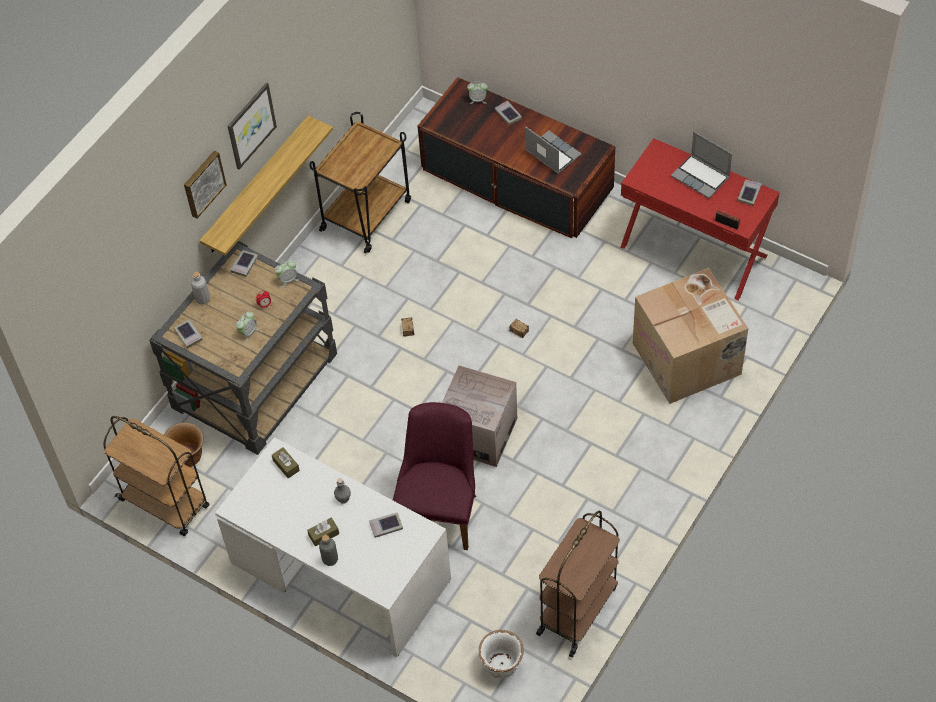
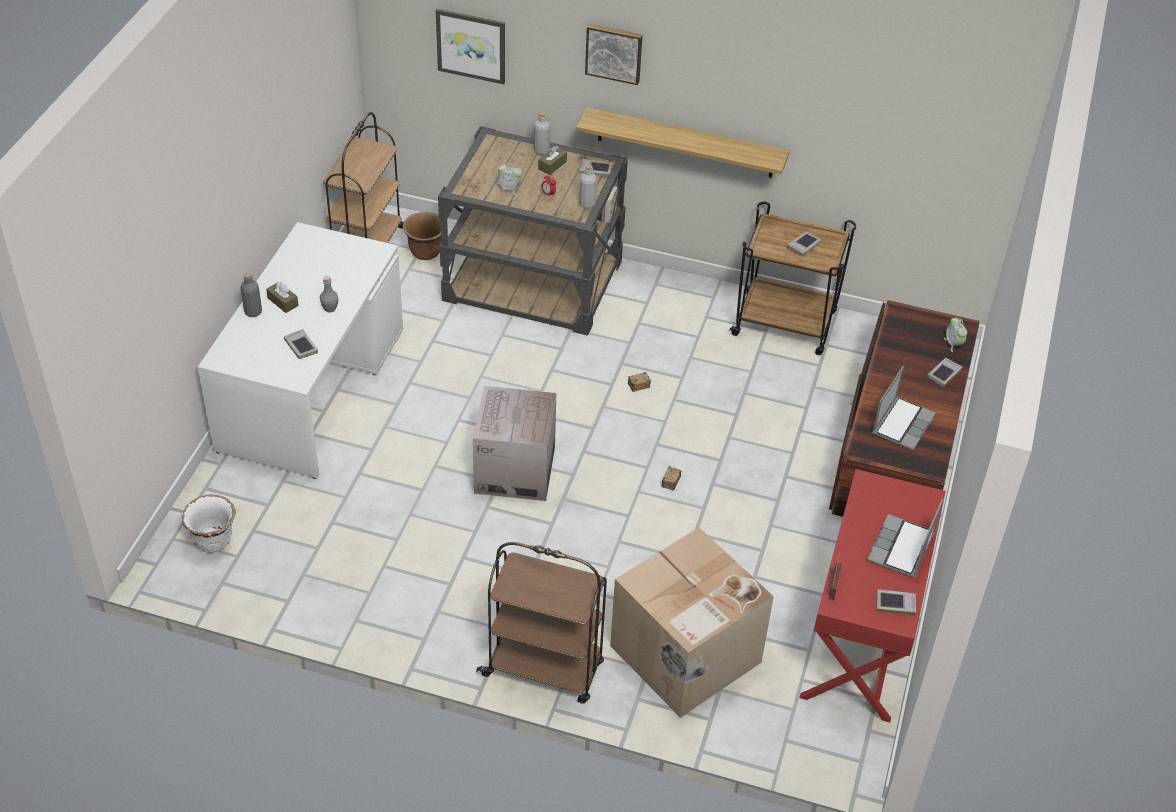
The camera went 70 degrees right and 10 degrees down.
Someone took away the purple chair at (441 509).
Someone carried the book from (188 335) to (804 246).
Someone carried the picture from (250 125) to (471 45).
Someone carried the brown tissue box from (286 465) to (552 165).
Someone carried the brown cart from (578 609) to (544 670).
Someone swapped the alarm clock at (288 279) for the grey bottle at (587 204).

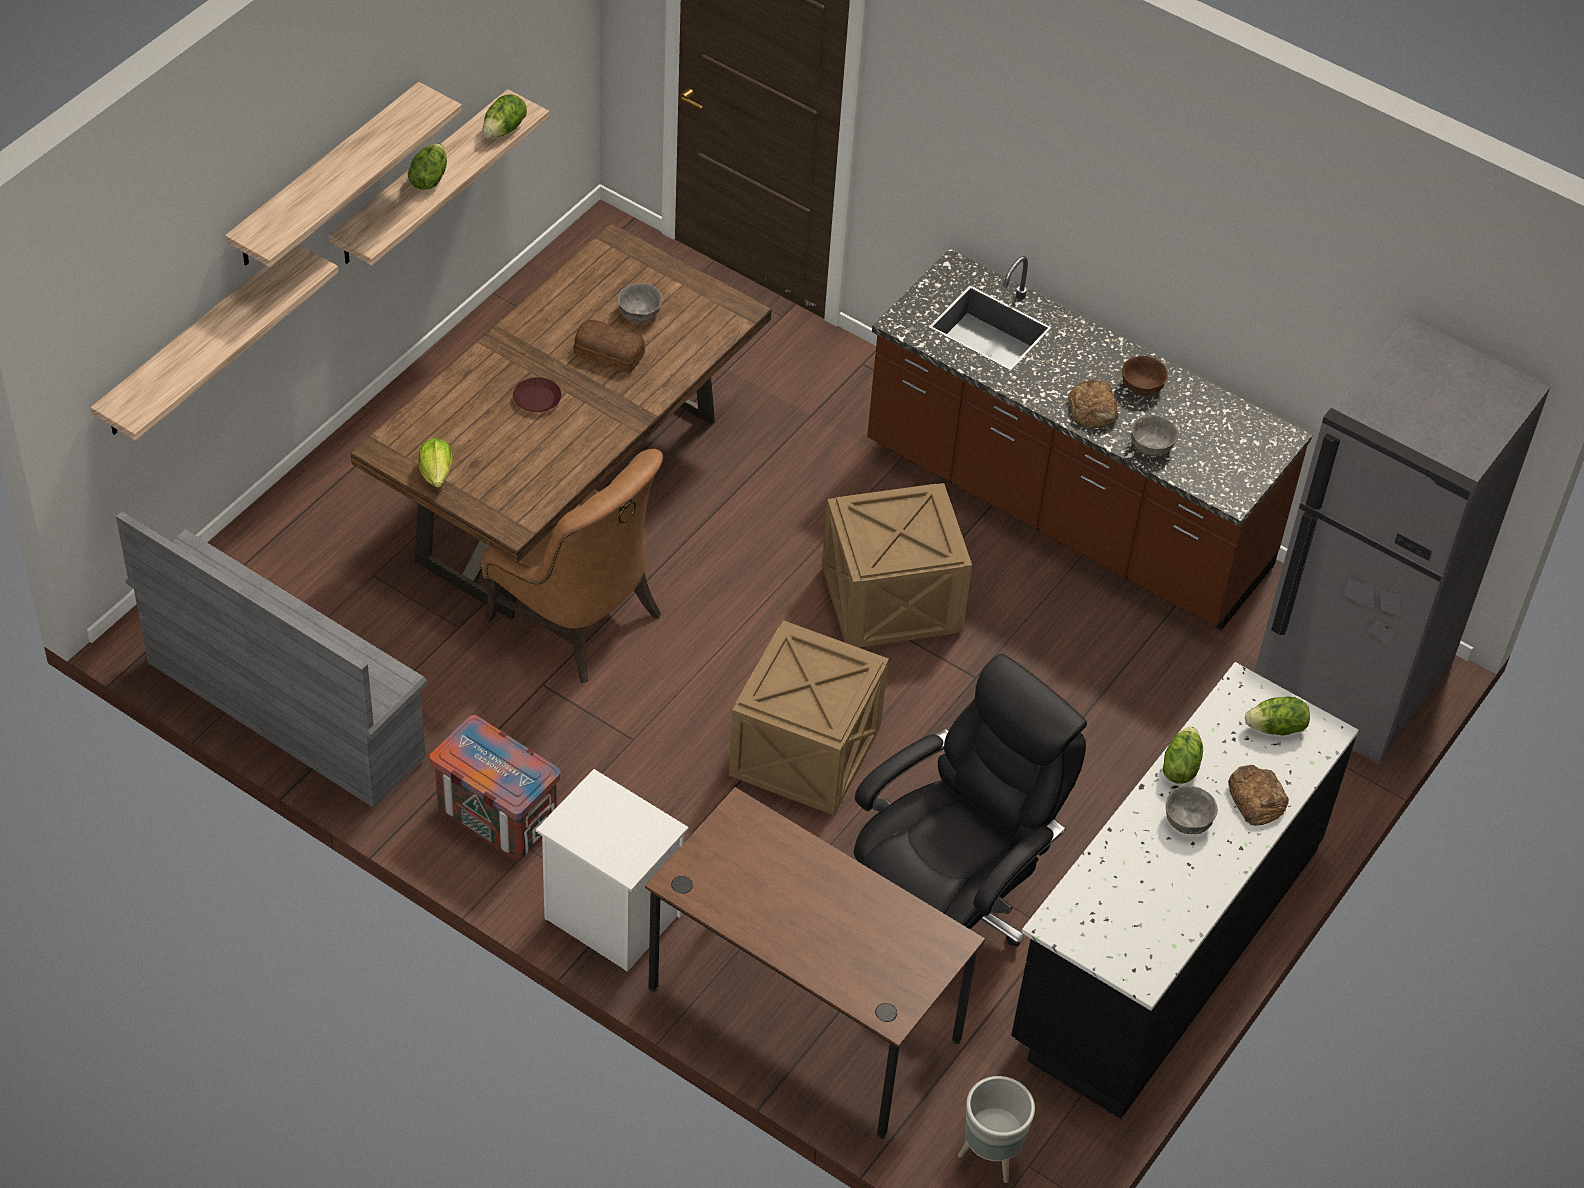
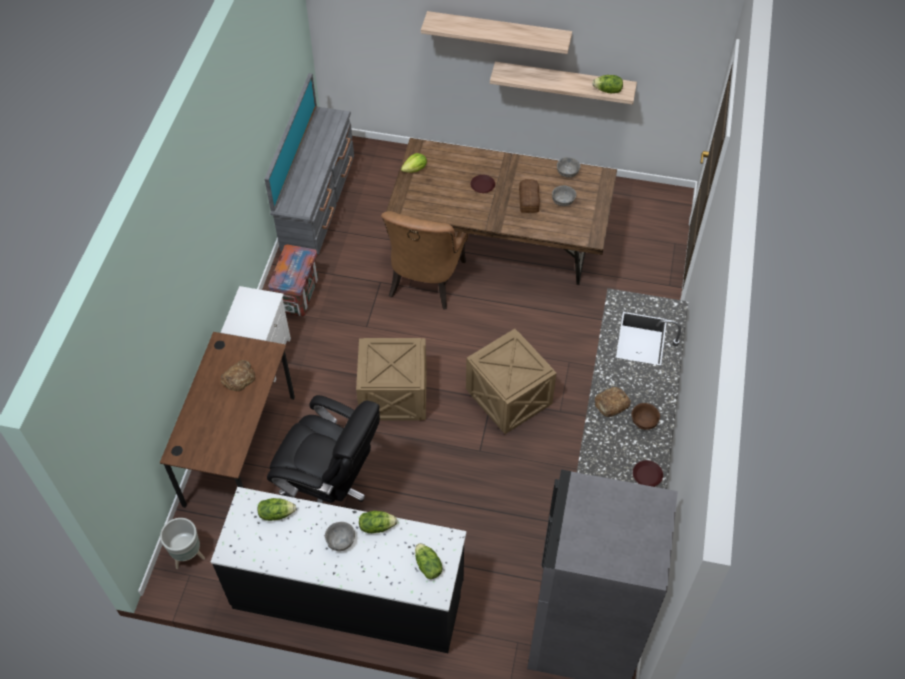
The camera went 70 degrees right and 5 degrees up.
Someone took away the shelf at (198 341).
Someone put down the brown plate at (647 475).
Someone carried the lettuce from (428 178) to (276 513).
Someone carried the grey bowl from (1151 447) to (567 173).
Someone carried the bread from (1256 799) to (239 378).

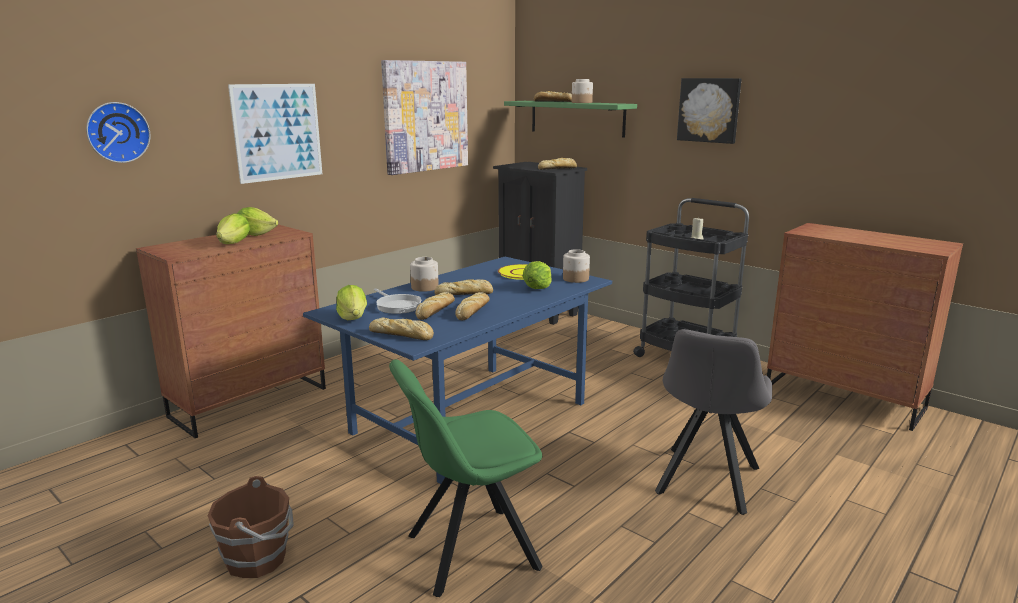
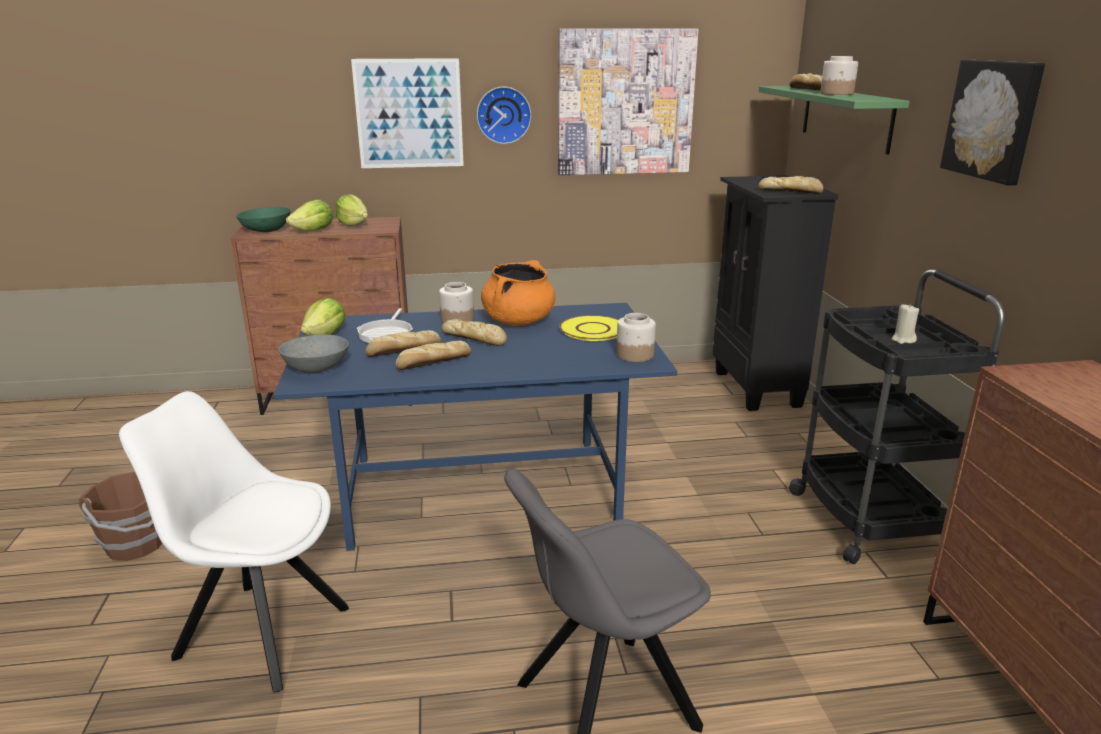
The camera went 40 degrees right and 5 degrees up.
Someone took away the lettuce at (537 288).
Someone put down the green bowl at (267 230).
Someone put down the orange cooking pot at (518 321).
Someone carried the wall clock from (117 132) to (503 115).
Someone swapped the bread at (402 335) for the grey bowl at (317 368).
Someone repainted the green chair at (471 551), which became the white chair at (261 633).

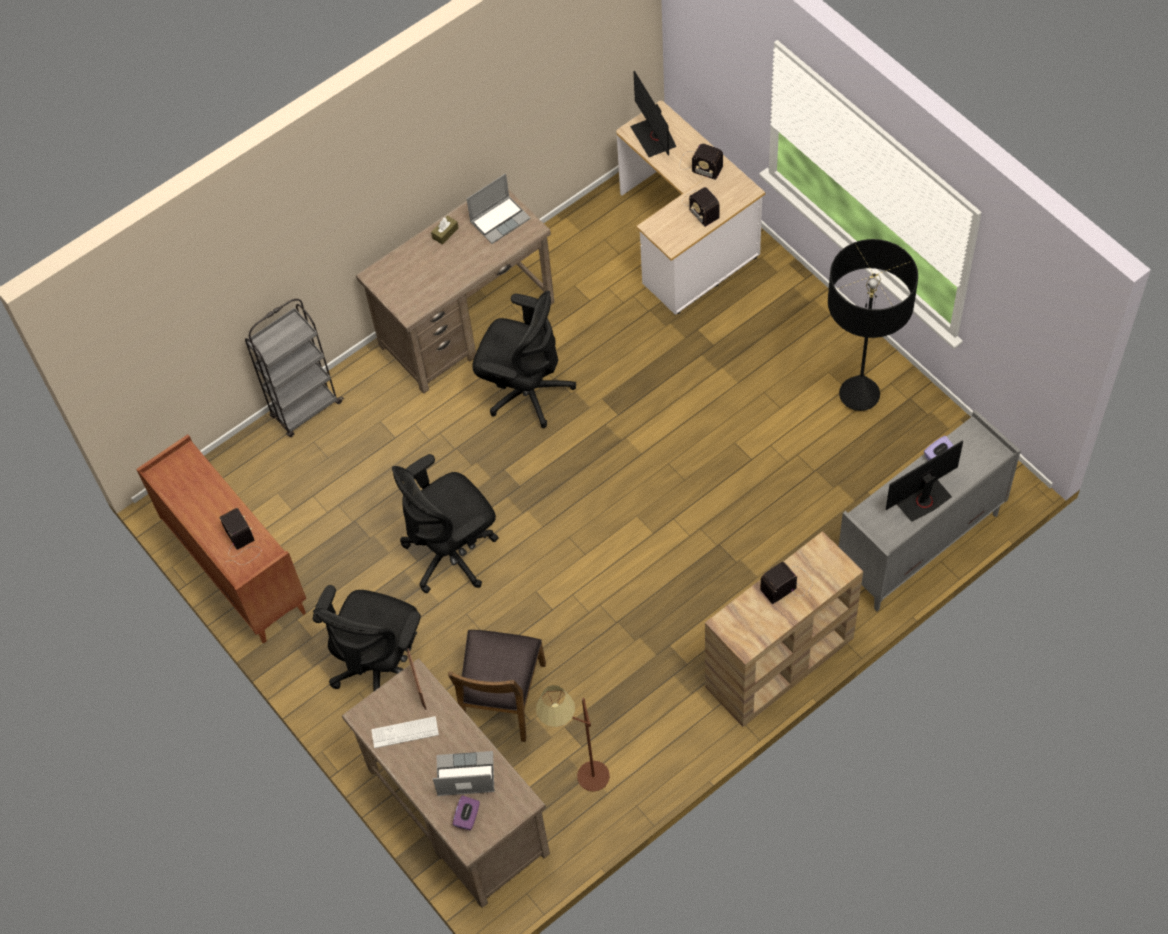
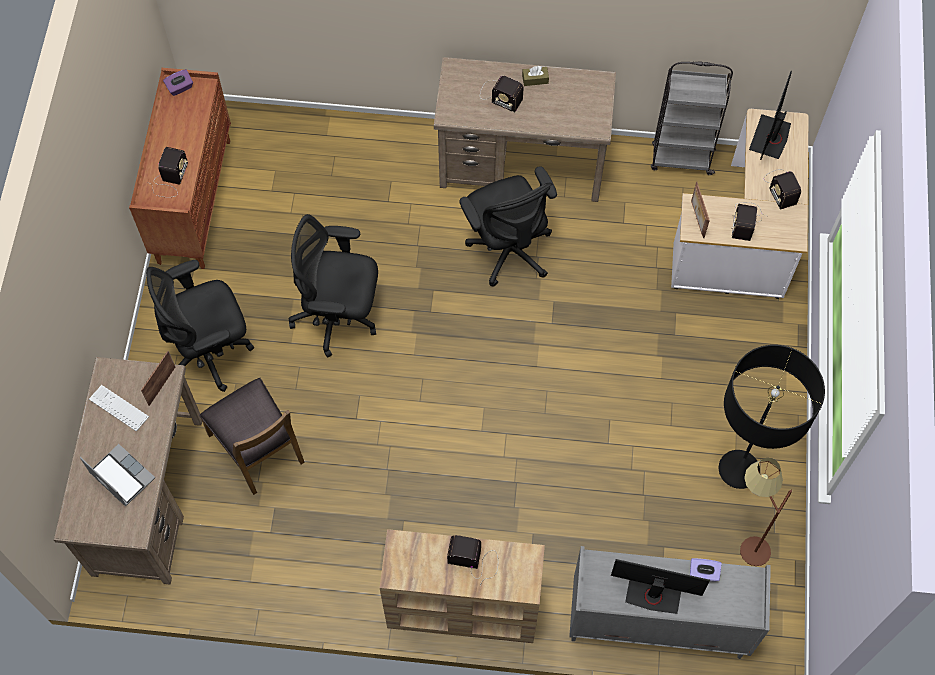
The camera went 40 degrees right and 5 degrees up.
Someone took away the laptop at (500 220).
Someone put down the radio at (499 95).
Someone put down the picture frame at (696 219).
Someone carried the grey cart from (306 410) to (681 159).
Someone carried the purple tissue box from (467 817) to (180 88).
Someone carried the brown floor lamp from (580 783) to (741 547).
Someone rotated the brown chair at (502 698) by 90 degrees counterclockwise.

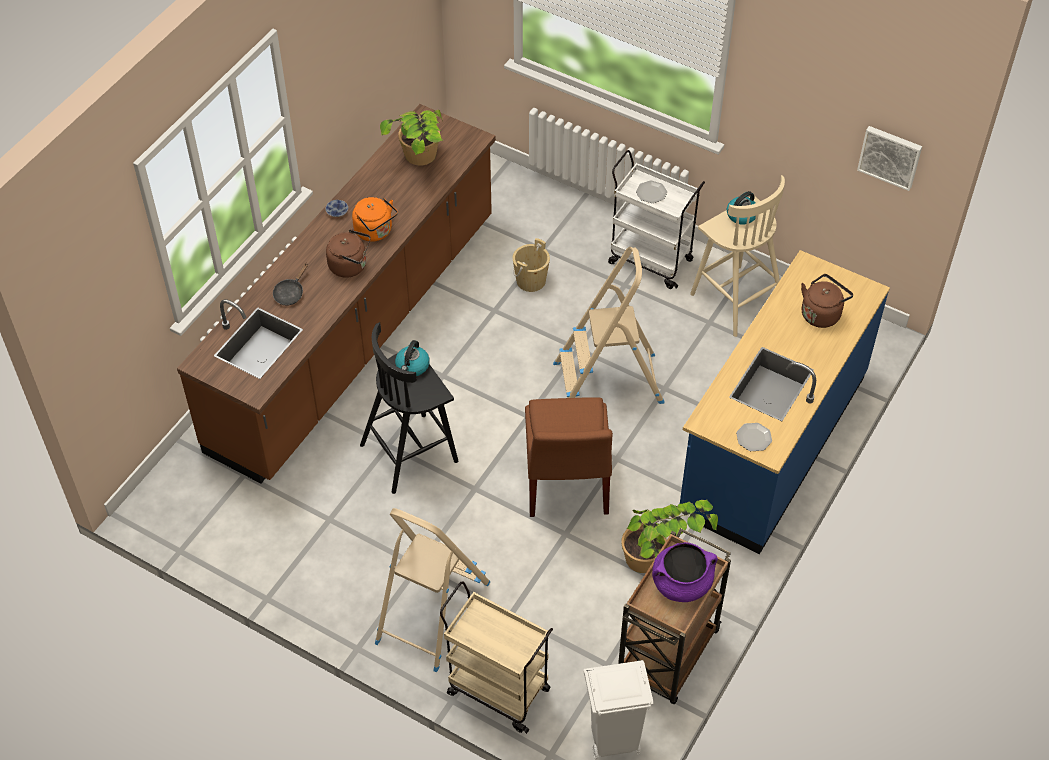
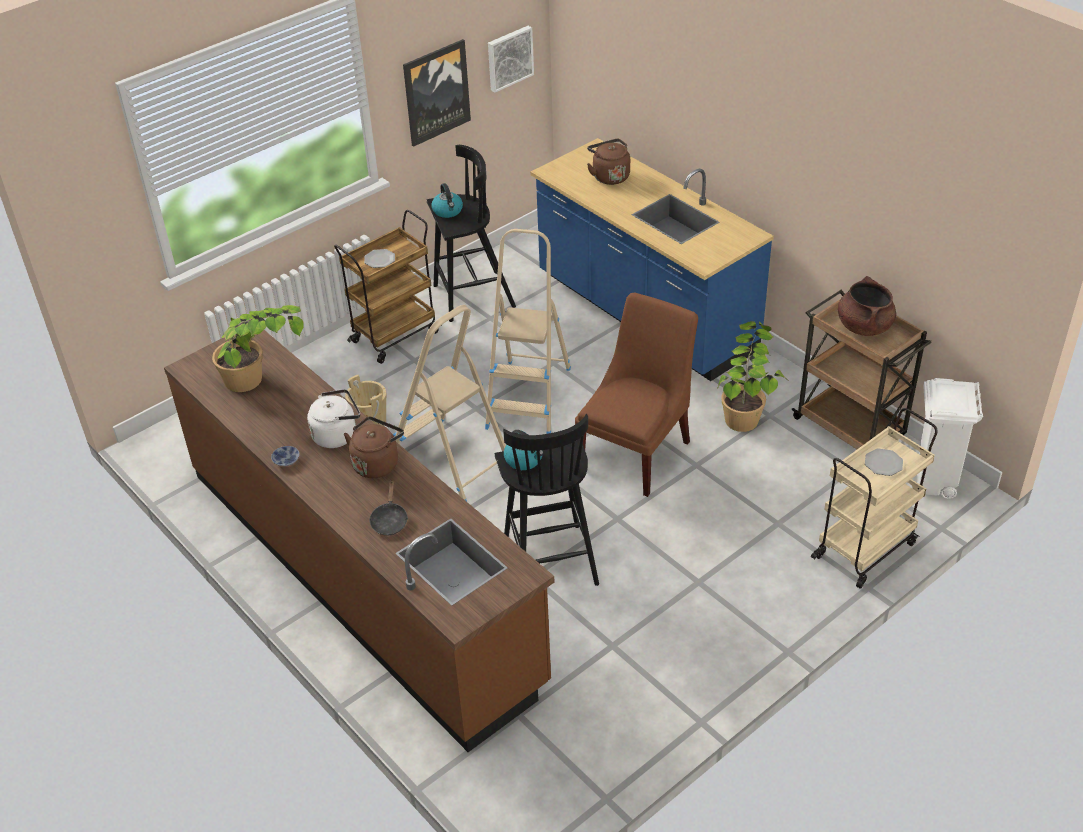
The camera went 70 degrees left and 10 degrees down.
Someone put up the picture at (436 92).
Someone carried the beige step ladder from (434 611) to (451 459).
Someone carried the plate from (753 438) to (883 463).
Someone repainted the orange kettle at (375 232), which became the white kettle at (337 434).
Someone repainted the white cart at (651 261), which became the brown cart at (395 336).
Someone repainted the purple cooking pot at (681 583), which became the brown cooking pot at (864 326).
Someone repainted the beige stool at (734 298), which became the black stool at (471 297).
Someone rotated the black frying pan at (290 293) by 45 degrees clockwise.
Someone rotated the brown chair at (566 483) by 75 degrees counterclockwise.

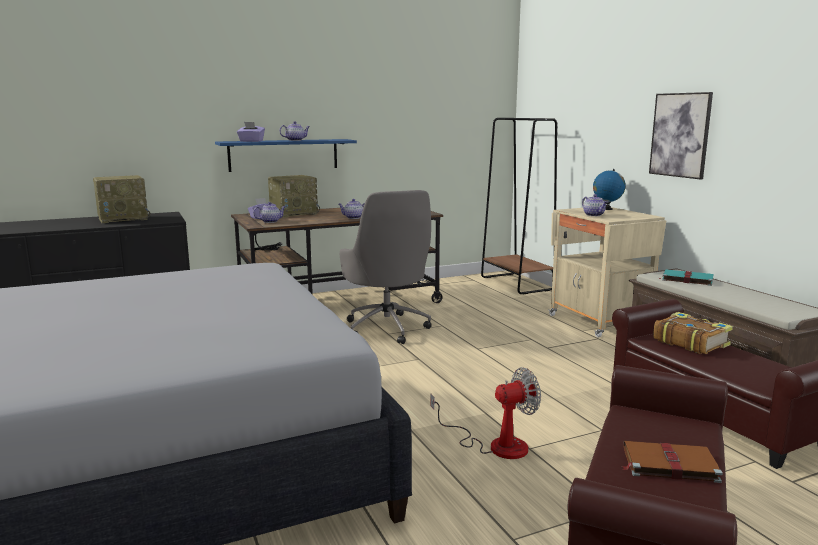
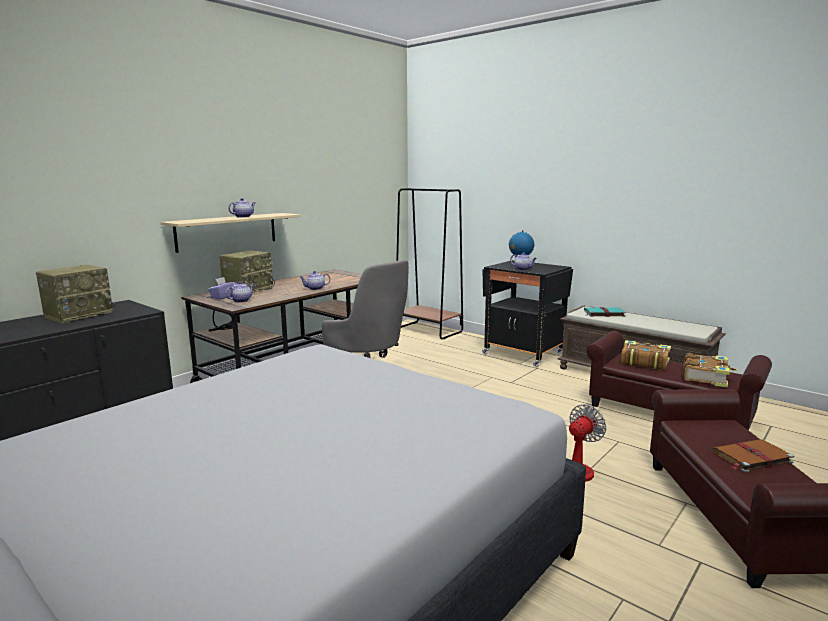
The camera went 25 degrees left and 0 degrees up.
Someone took away the purple tissue box at (251 141).
Someone took away the picture at (680 135).
Someone put down the book at (706 377).
Someone repainted the blue shelf at (283 155), which became the beige shelf at (227 231).
Someone repainted the beige cart at (599 323), which became the black cart at (524 355).

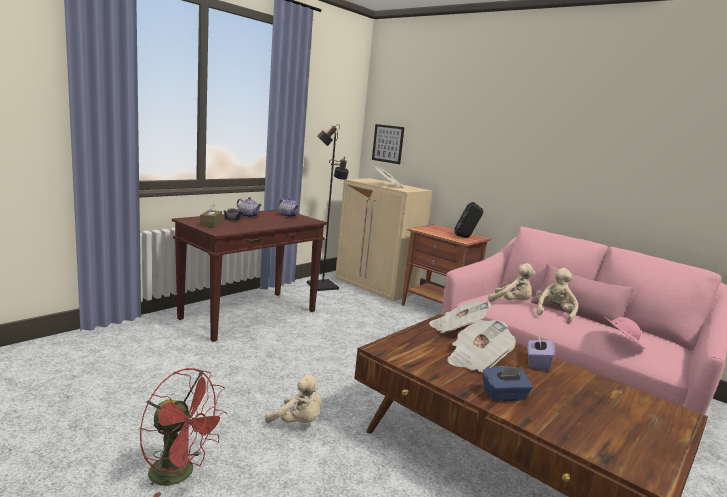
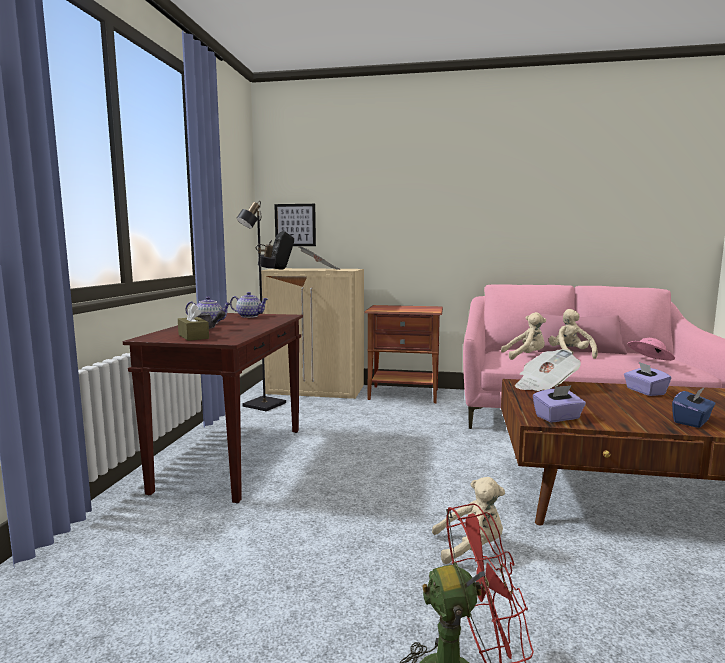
The camera went 30 degrees left and 5 degrees down.
Someone took away the newspaper at (476 360).
Someone put down the purple tissue box at (558 418).
Someone carried the black speaker from (466 237) to (282 269).

